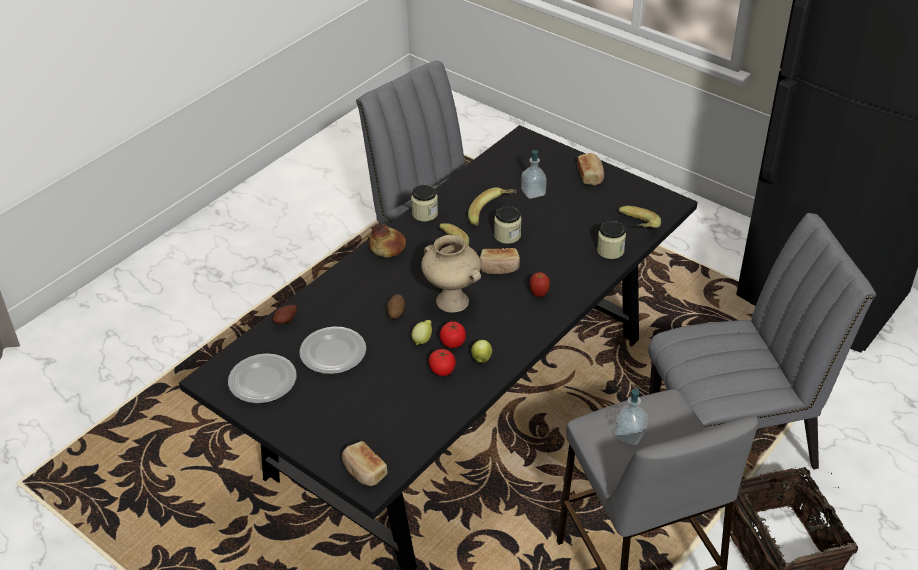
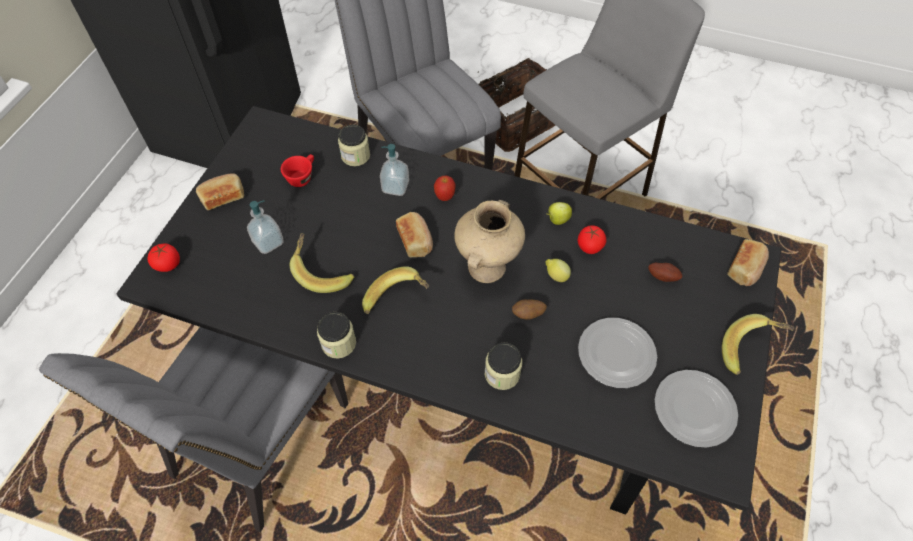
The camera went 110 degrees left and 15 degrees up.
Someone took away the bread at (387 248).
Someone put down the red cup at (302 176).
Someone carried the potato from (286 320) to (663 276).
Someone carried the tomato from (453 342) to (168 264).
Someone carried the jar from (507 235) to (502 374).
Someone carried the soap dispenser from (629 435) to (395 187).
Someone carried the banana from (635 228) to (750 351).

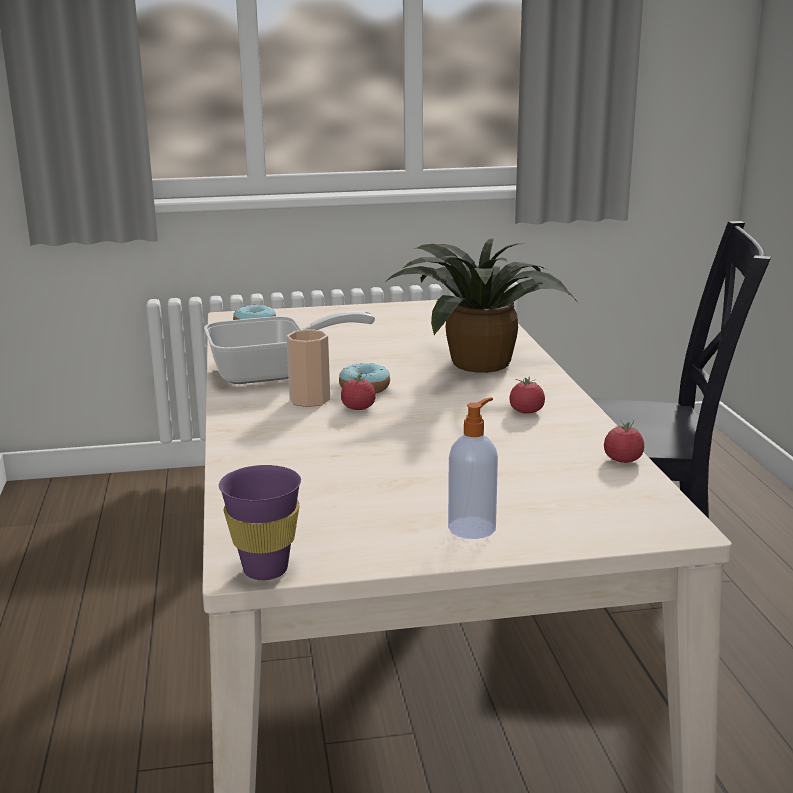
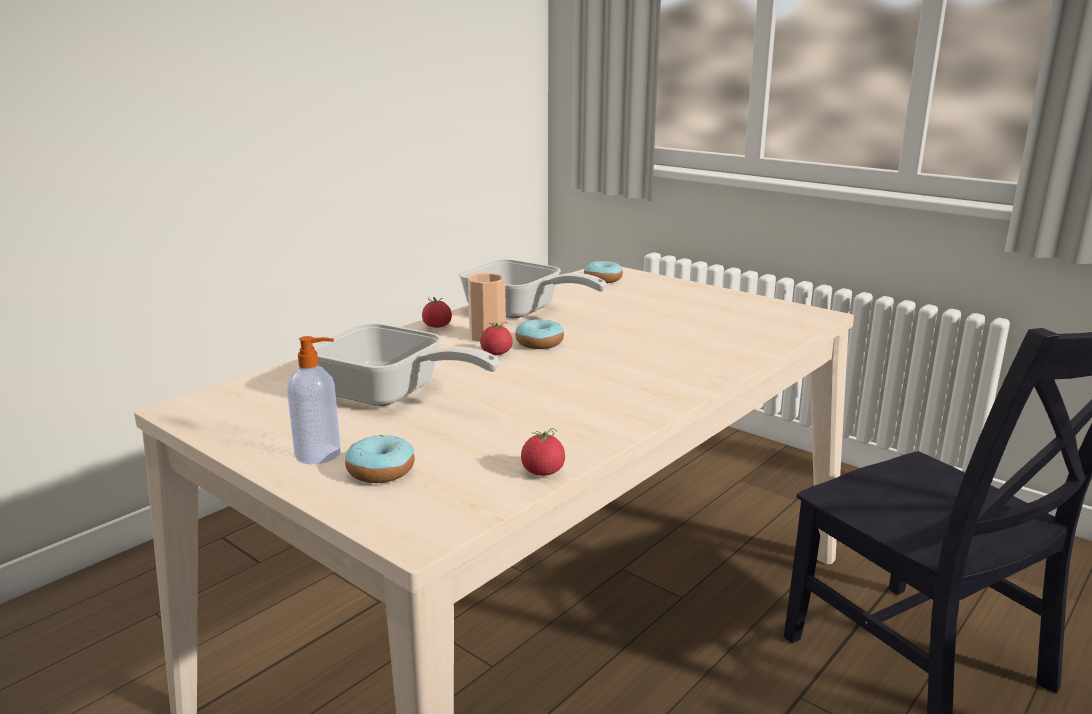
The camera went 50 degrees right and 0 degrees up.
Someone took away the purple cup at (265 570).
Someone took away the potted plant at (478 362).
Someone put down the frying pan at (391 395).
Someone put down the donut at (381 471).
Someone carried the tomato from (526 411) to (437 326).

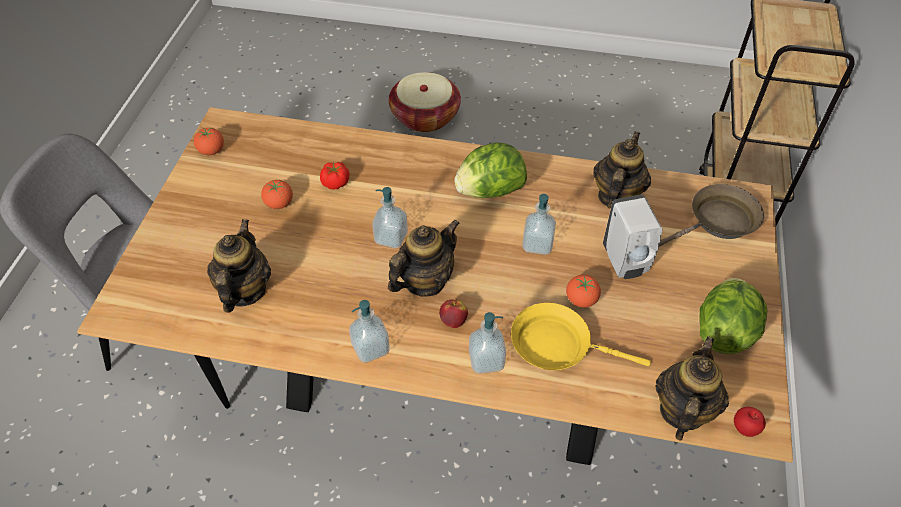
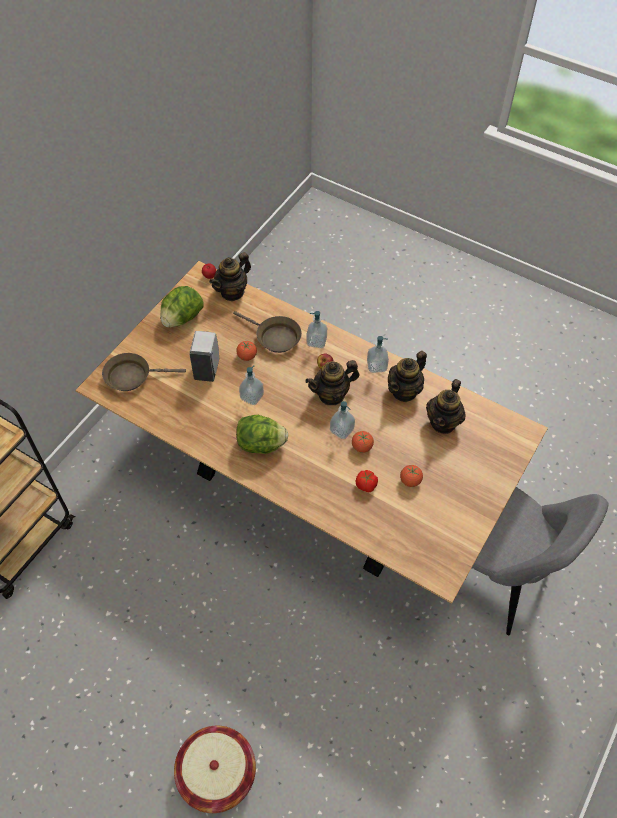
The camera went 160 degrees left and 5 degrees up.
Someone carried the tomato from (211 151) to (362 447).
Someone carried the teapot from (616 196) to (404 391).
Someone repainted the yellow frying pan at (557 345), which became the brown frying pan at (275 337).

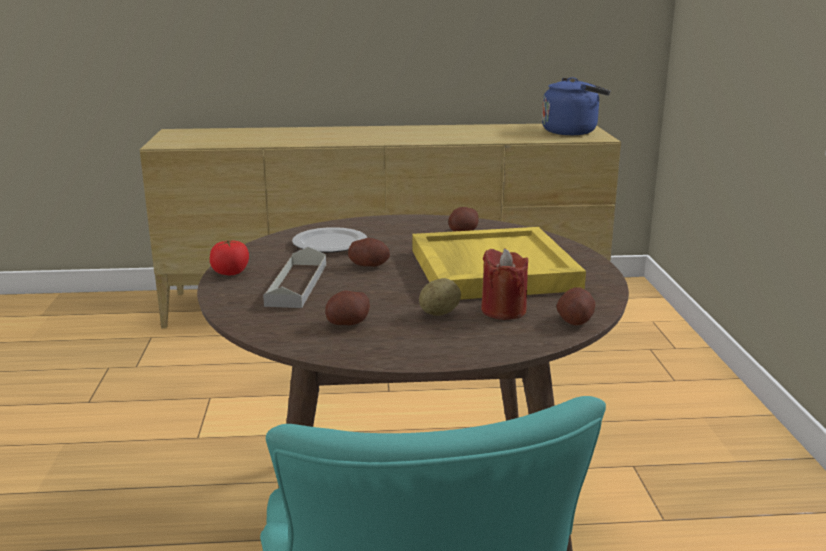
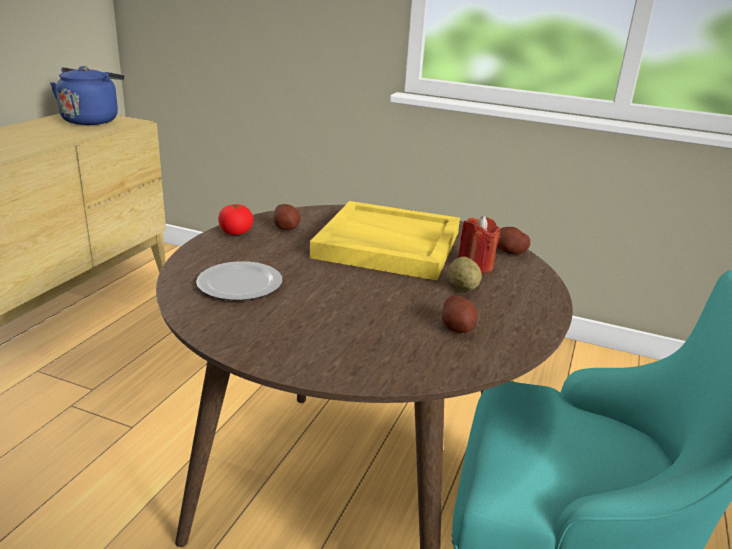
The camera went 65 degrees left and 5 degrees up.
Someone took away the grey tray at (297 284).
Someone took away the potato at (369 265).
Someone carried the tomato from (230 272) to (236 232).

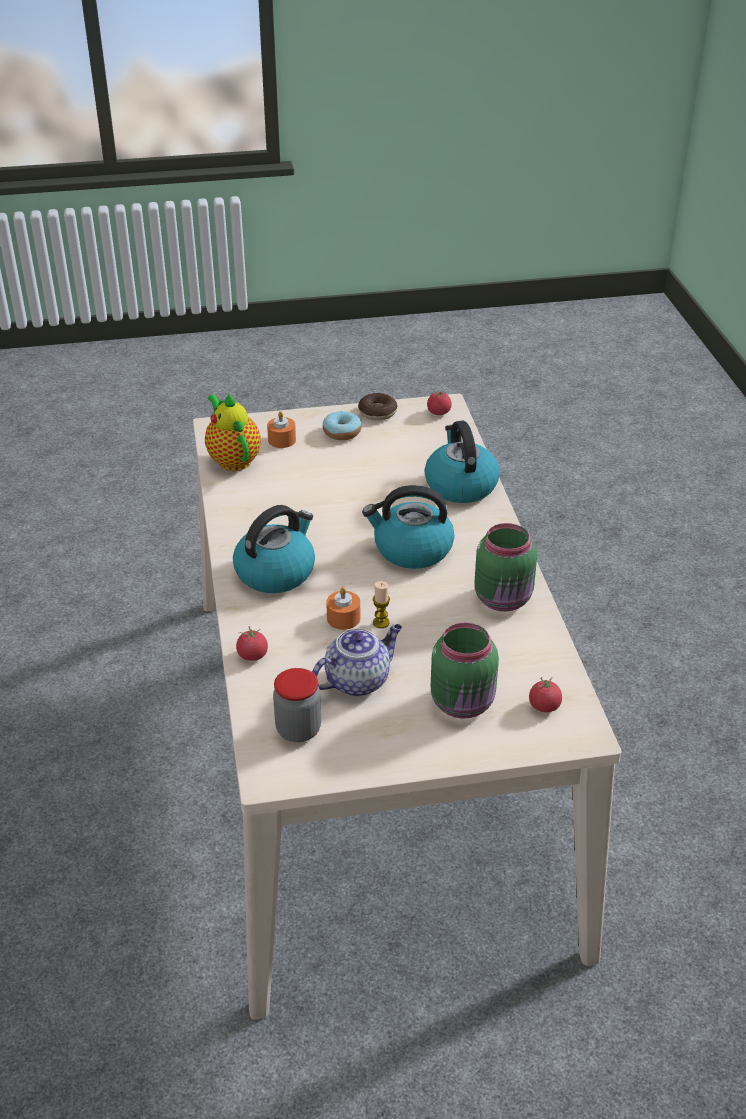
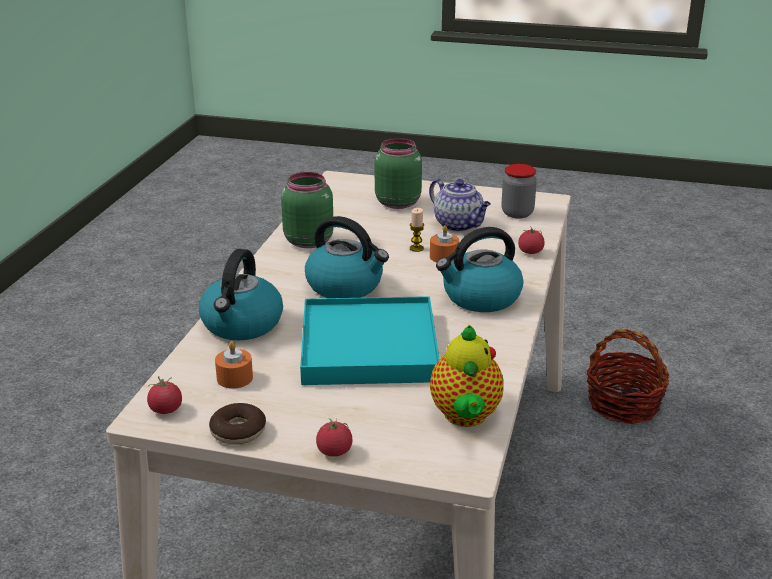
The camera went 155 degrees left and 10 degrees down.
Someone took away the donut at (342 432).
Someone put down the turquoise tray at (369 347).
Someone put down the basket at (623 404).
Someone carried the orange candle from (282 440) to (234 378).
Someone carried the tomato from (544 706) to (334 451).
Someone rotated the teapot at (358 680) by 120 degrees counterclockwise.

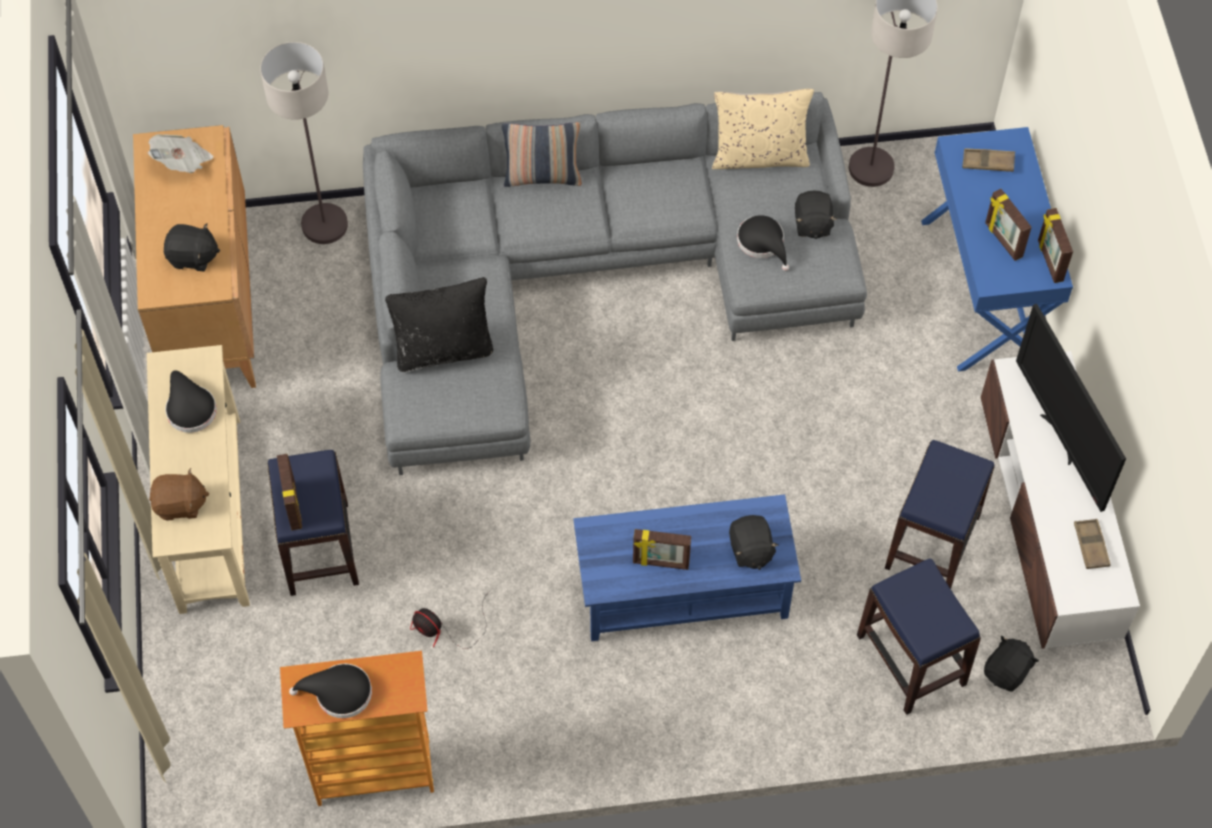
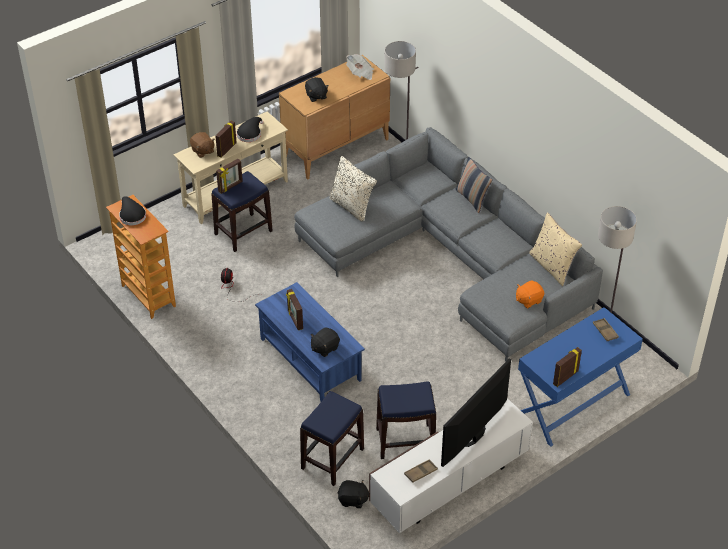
The camera went 60 degrees right and 15 degrees down.
Someone took away the black hat at (763 243).
Someone carried the picture frame from (1002 241) to (226 149).
Someone repainted the black pillow at (445 352), which became the beige pillow at (351 208).
Someone repainted the black plush toy at (812 224), which became the orange plush toy at (528 300).

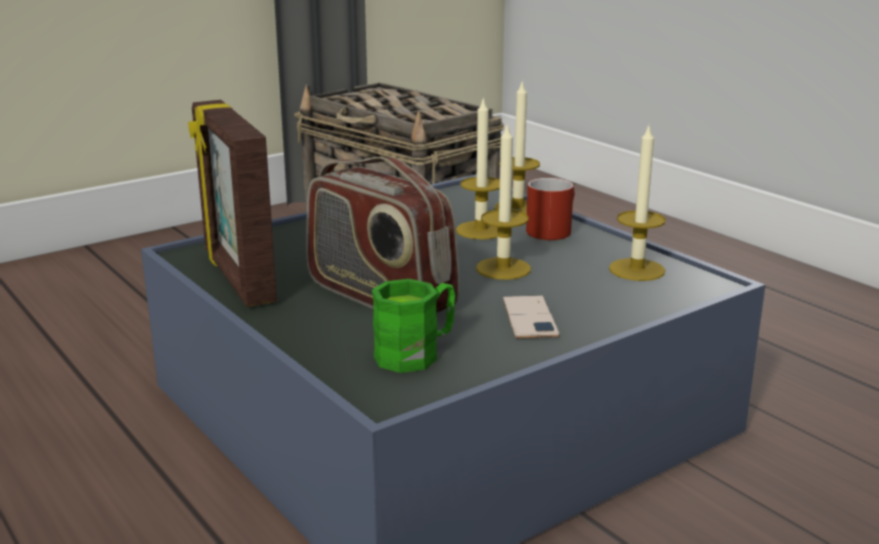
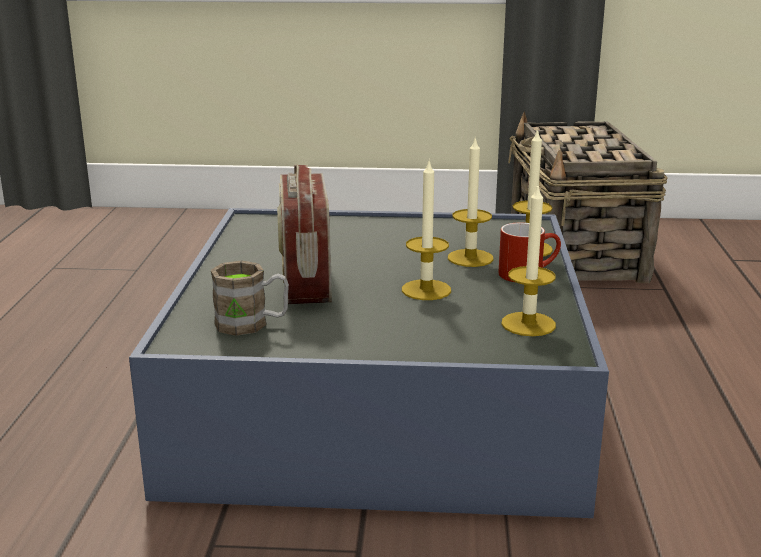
The camera went 40 degrees right and 0 degrees up.
Someone took away the picture frame at (237 278).
Someone took away the phone at (530 318).
Someone repainted the green mug at (417 353), which became the brown mug at (252 324).

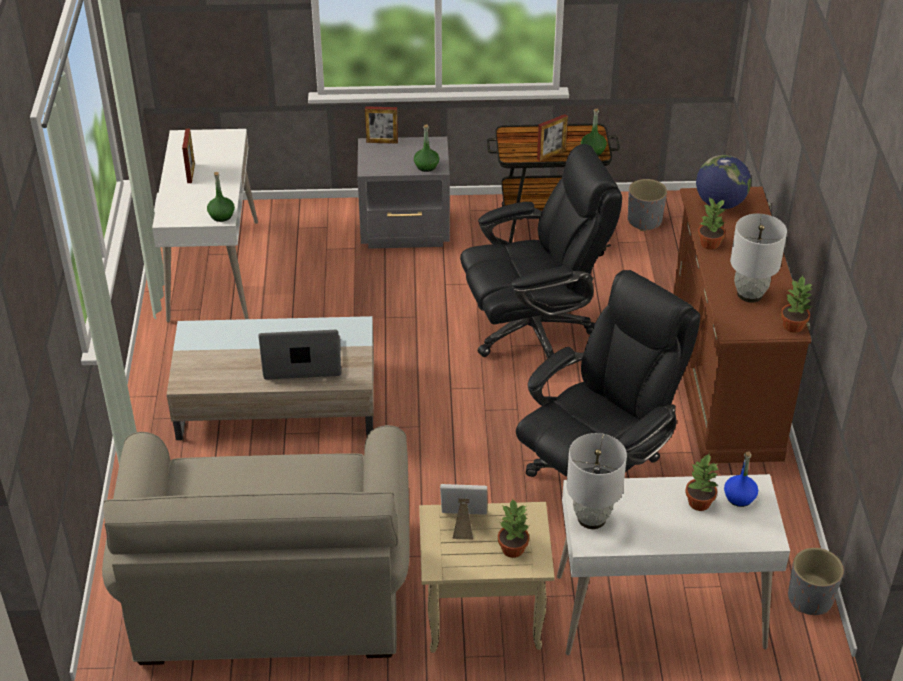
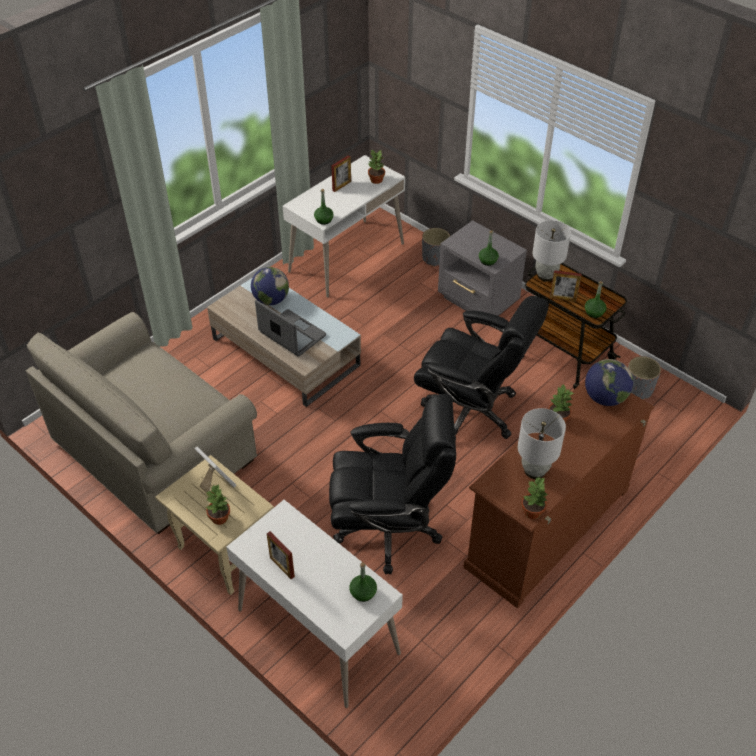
The camera went 45 degrees right and 5 degrees up.
Someone put down the globe at (271 300).
Someone carried the picture frame from (382 141) to (282 567).
Someone carried the white table lamp from (592 518) to (546 276).
Someone carried the potted plant from (698 503) to (376 180).
Someone carried the grey planter from (810 599) to (434 258).
Someone repainted the blue bottle at (739 497), which became the green bottle at (363 593).

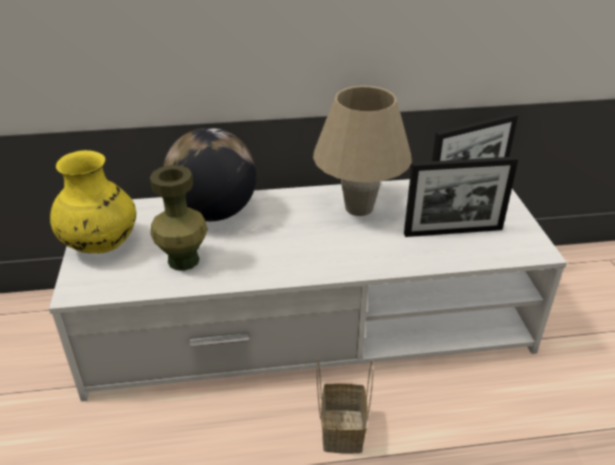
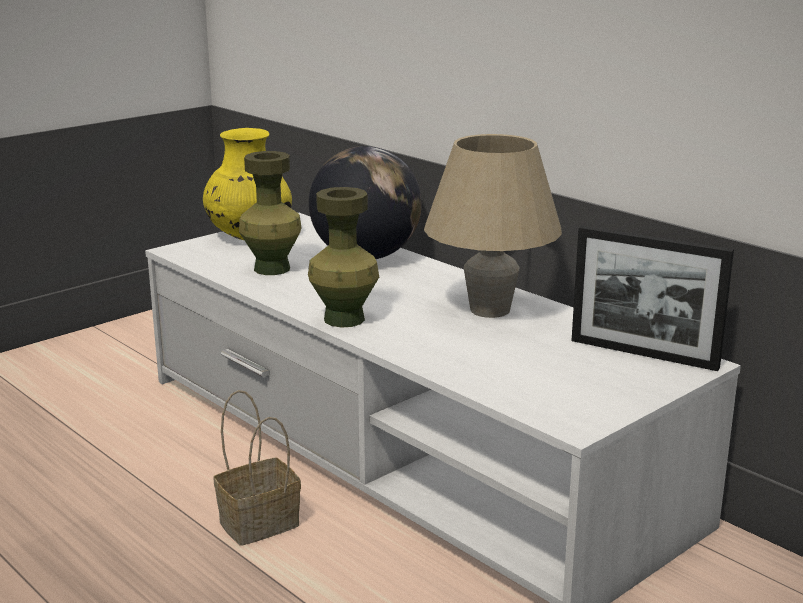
The camera went 55 degrees right and 15 degrees down.
Someone took away the picture frame at (453 231).
Someone put down the green vase at (344 319).

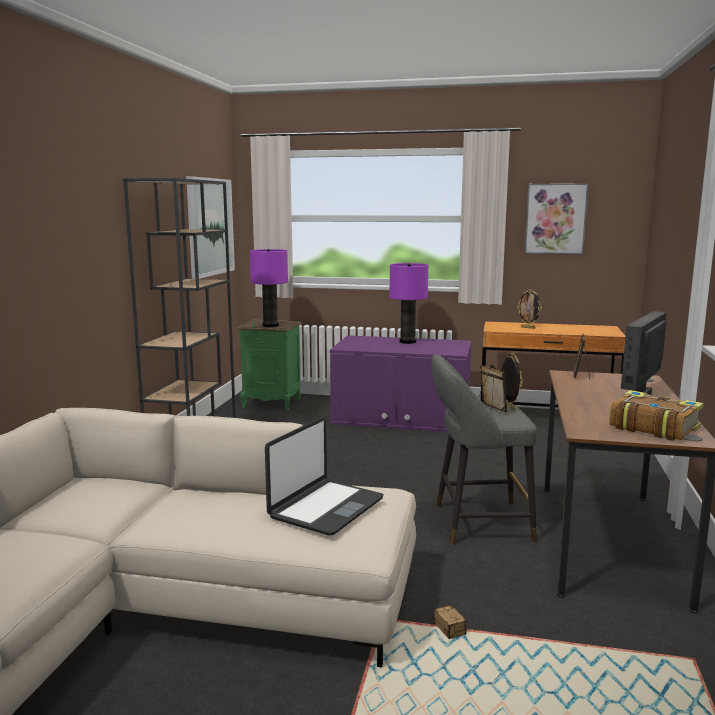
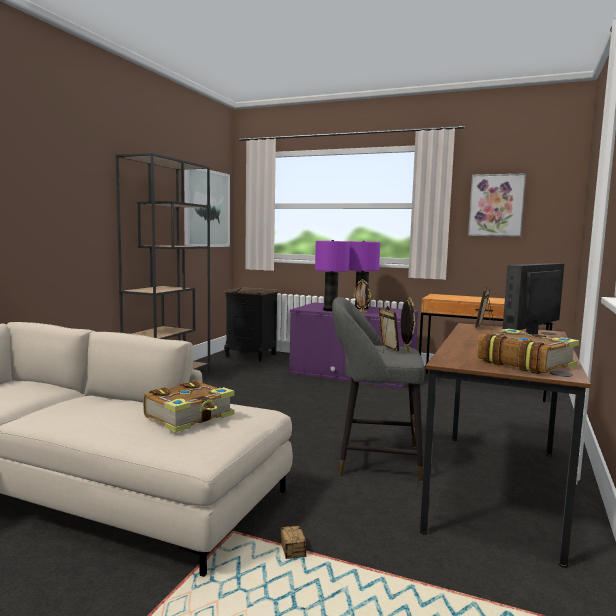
The camera went 10 degrees right and 5 degrees down.
Someone carried the purple table lamp from (270 325) to (330 310).
Someone carried the picture frame from (528 327) to (362 312).
Someone swapped the laptop at (325 508) for the book at (190 417).
Someone repainted the green nightstand at (271 403), which became the black nightstand at (251 356).

